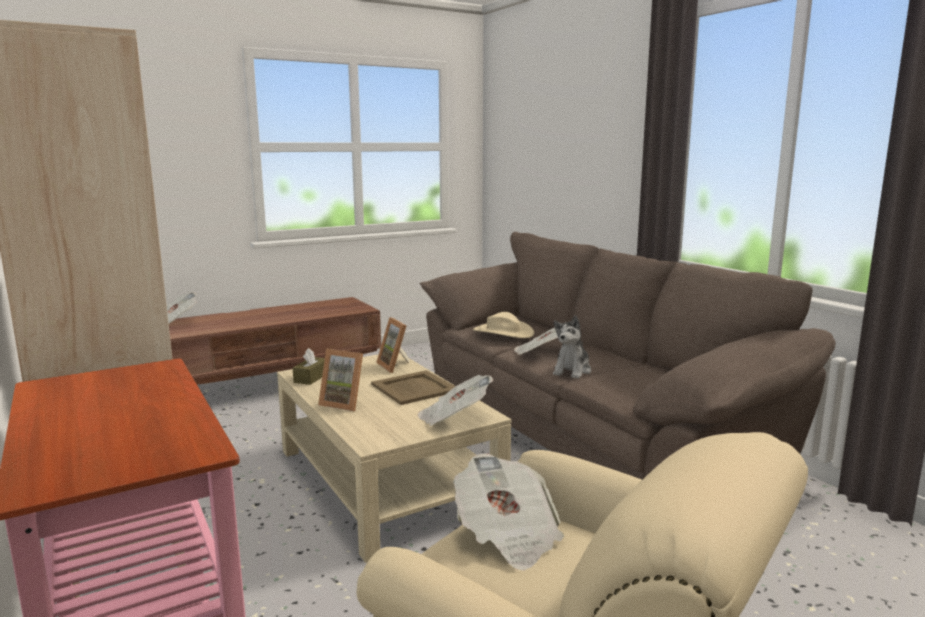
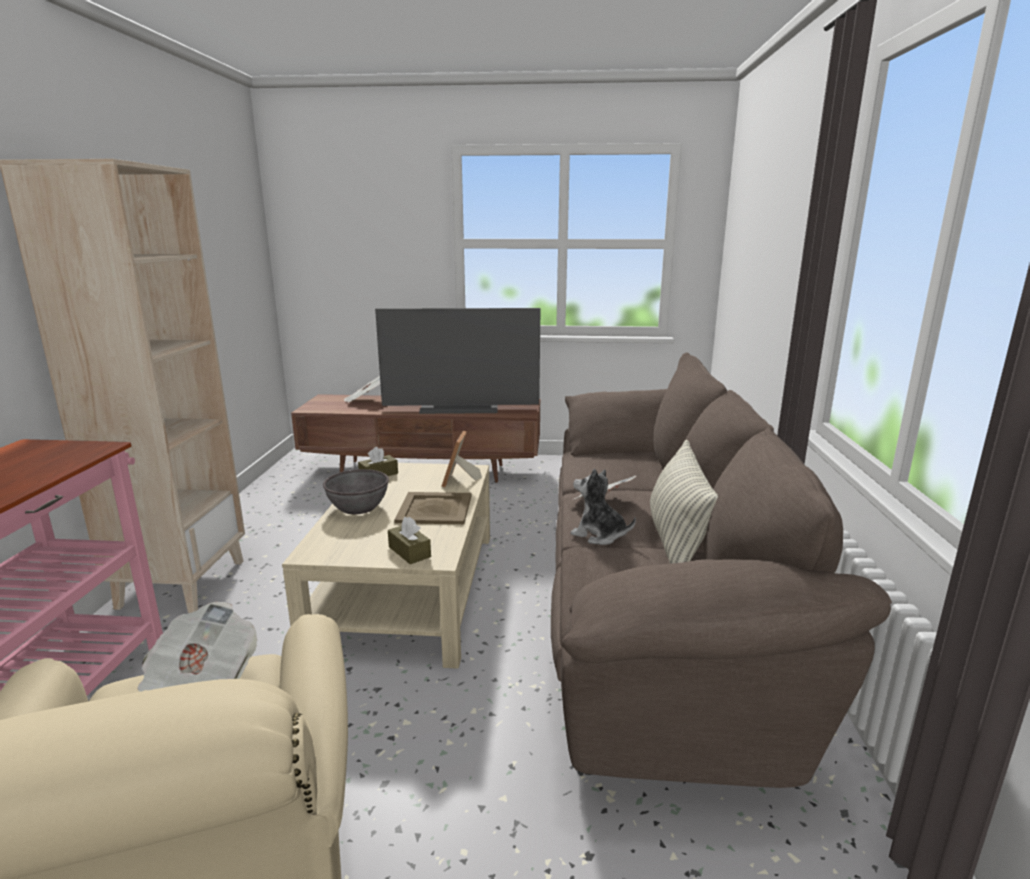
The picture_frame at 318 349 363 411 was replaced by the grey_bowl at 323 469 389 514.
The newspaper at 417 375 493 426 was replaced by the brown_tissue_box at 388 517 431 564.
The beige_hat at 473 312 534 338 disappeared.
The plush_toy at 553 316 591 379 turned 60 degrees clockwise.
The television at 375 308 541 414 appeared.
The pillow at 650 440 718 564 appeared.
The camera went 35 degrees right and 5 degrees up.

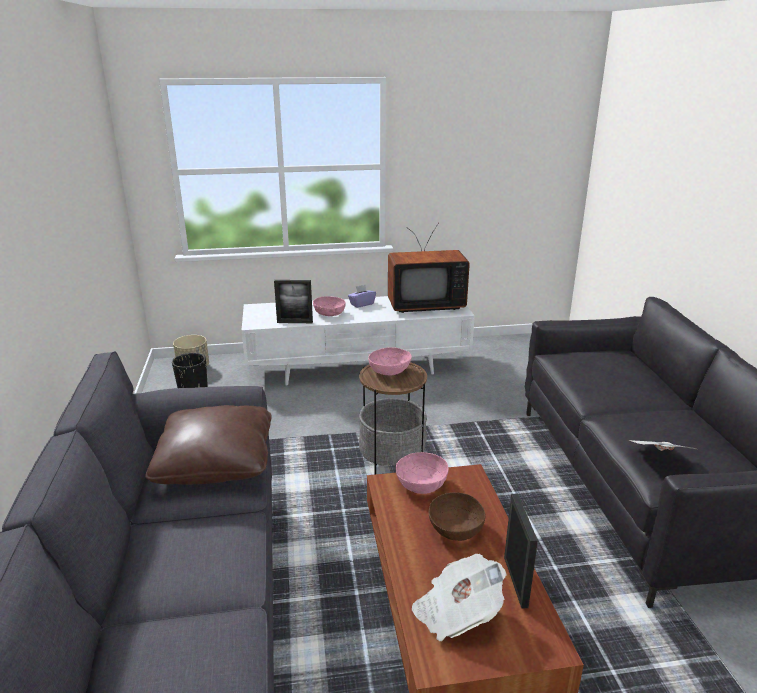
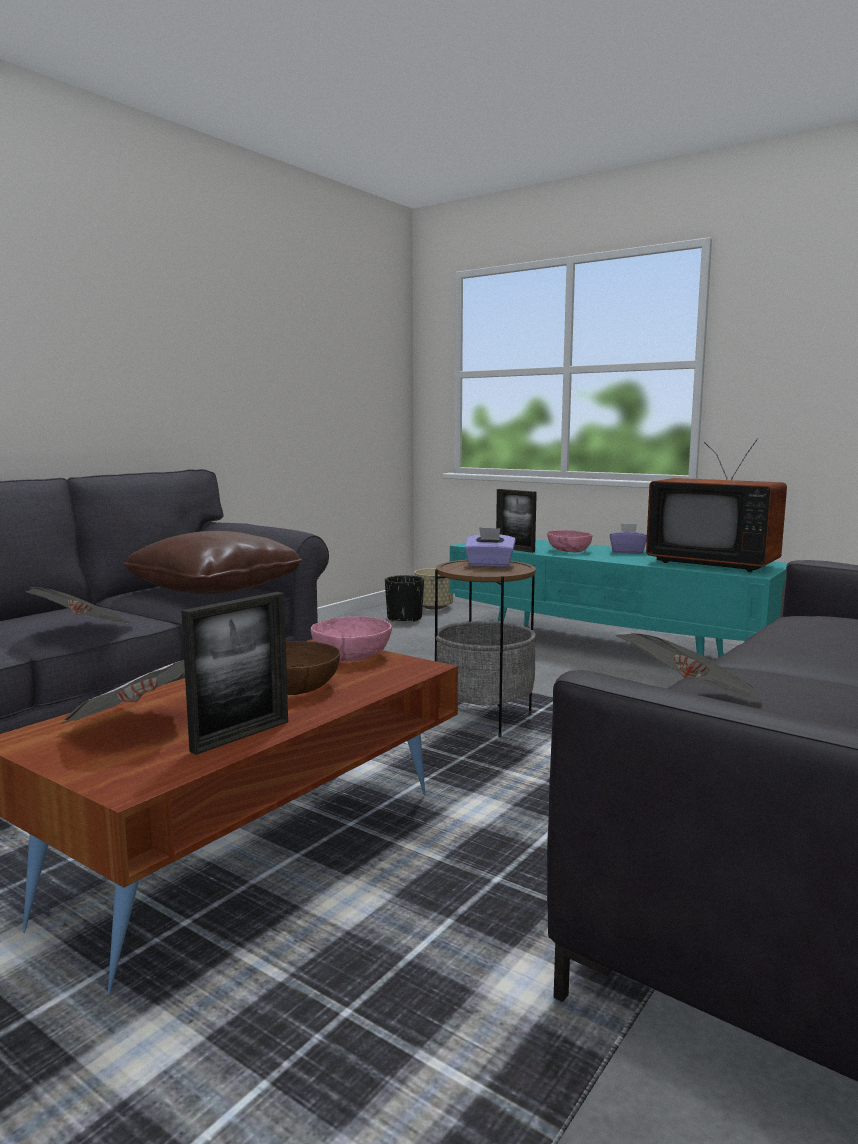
The white_tv_stand at 242 296 475 386 became the turquoise_tv_stand at 449 540 788 657.
The pink_bowl at 368 347 412 376 was replaced by the purple_tissue_box at 465 527 516 567.
The newspaper at 26 587 135 623 appeared.
The camera went 45 degrees right and 15 degrees down.

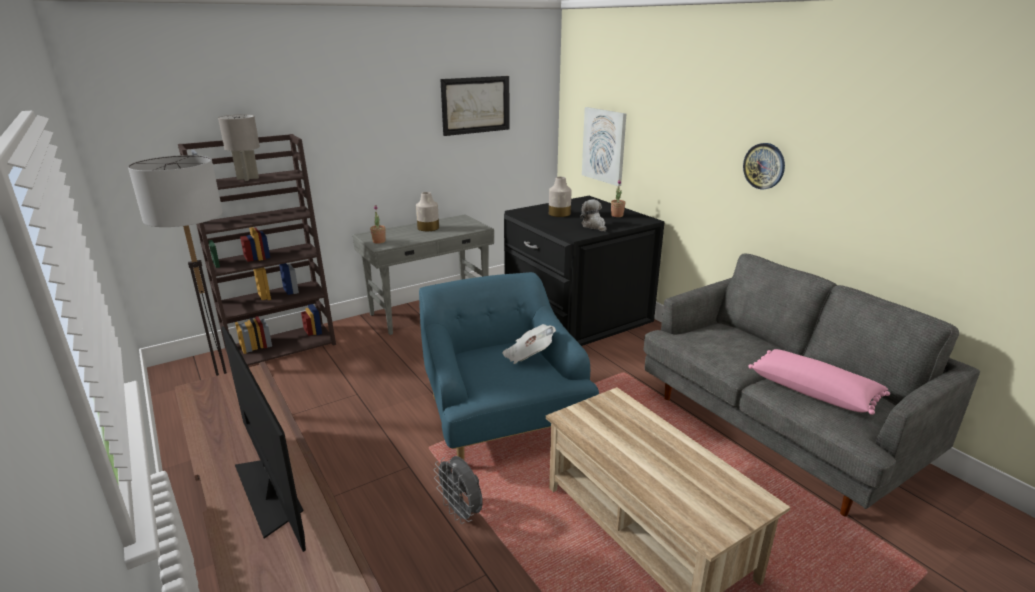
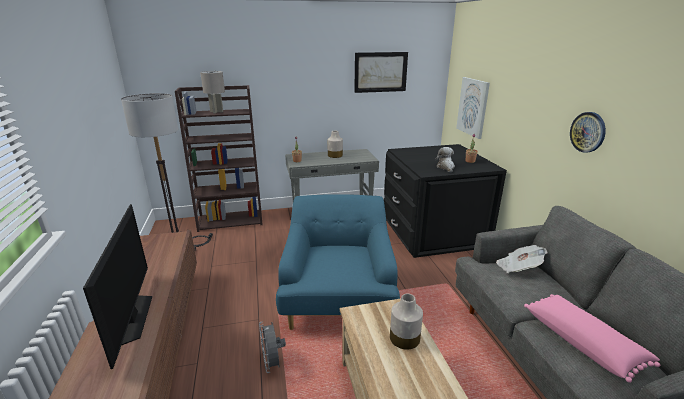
The newspaper moved from 502 324 556 364 to 496 245 548 273.
The beige_vase moved from 549 177 572 217 to 390 294 423 350.
The camera went 20 degrees right and 0 degrees up.

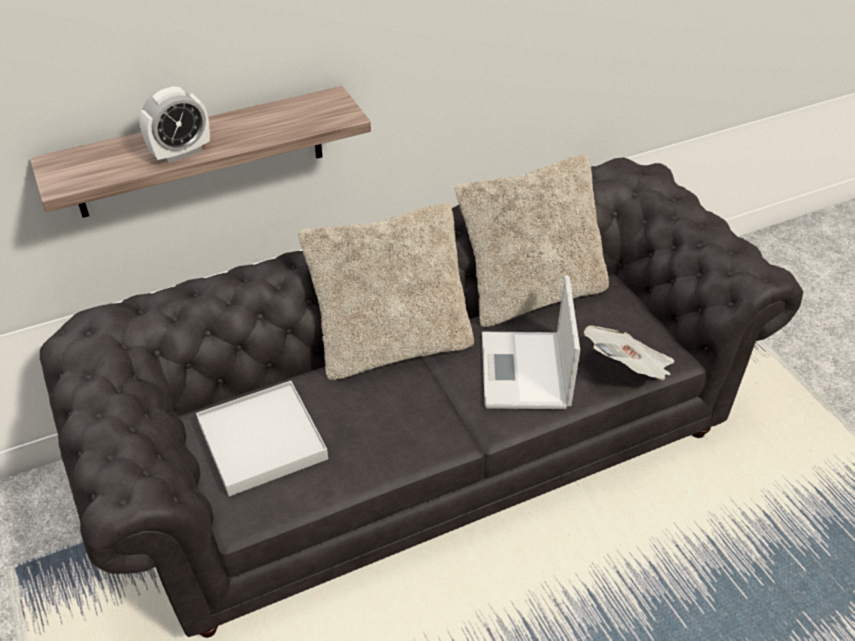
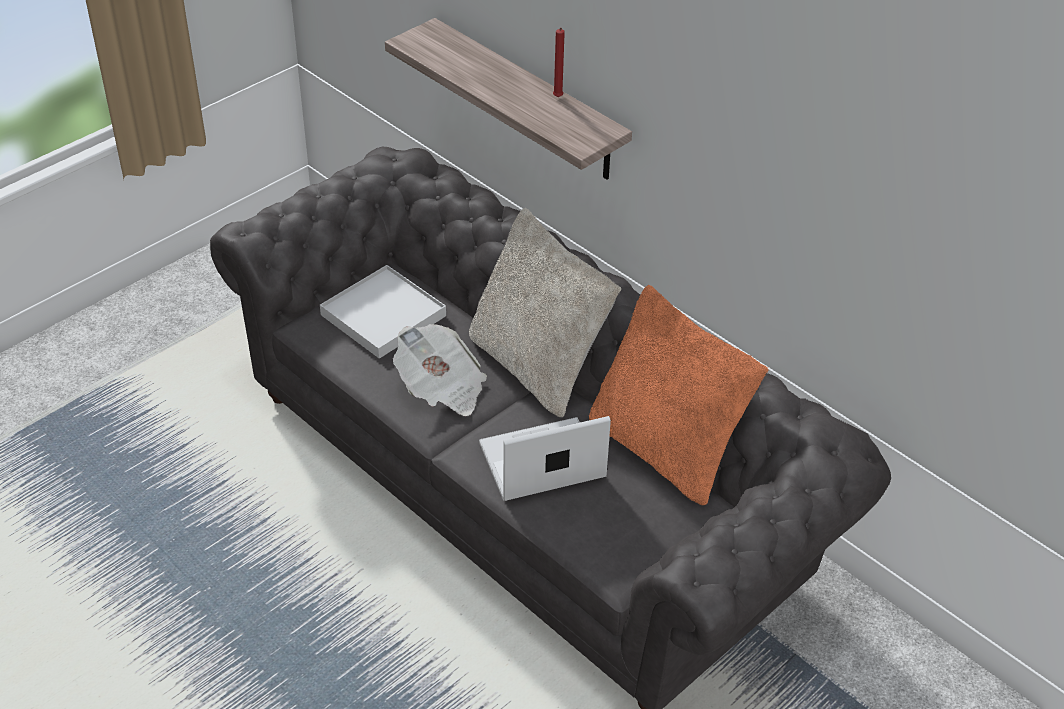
The alarm_clock at 139 86 210 163 disappeared.
The beige_pillow at 455 154 609 327 became the orange_pillow at 589 285 769 506.
The newspaper moved from 584 325 675 380 to 393 324 487 416.
The red_candle at 553 28 565 97 appeared.
The camera went 70 degrees right and 0 degrees up.

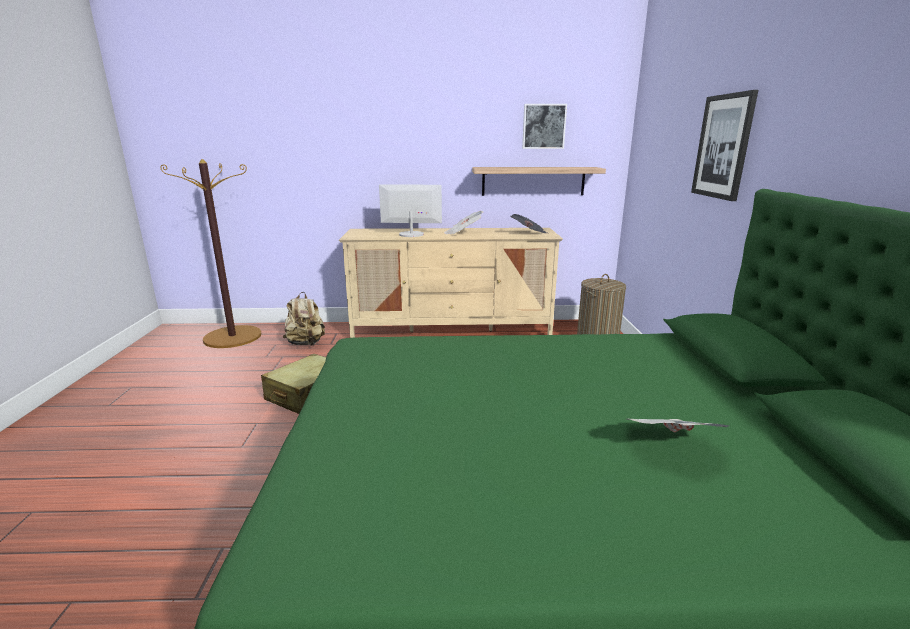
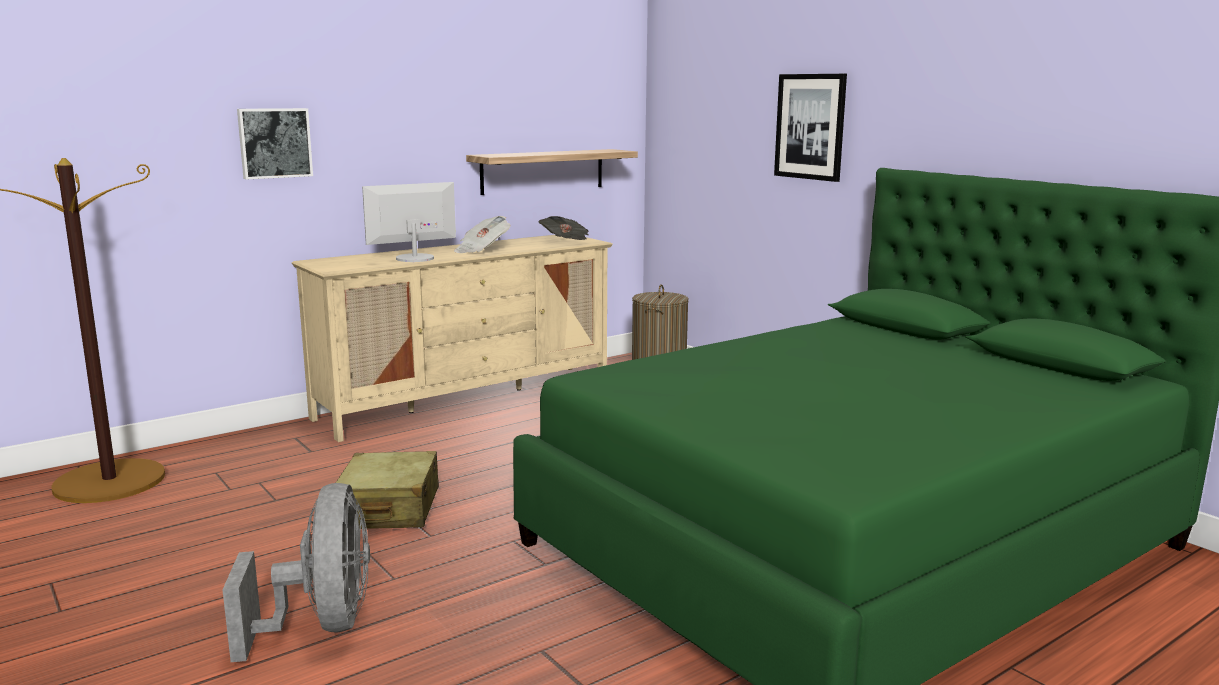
The beige_backpack at 283 292 325 346 disappeared.
The picture moved from 522 104 567 149 to 237 108 313 179.
The newspaper at 627 419 729 432 disappeared.
The grey_fan at 222 483 370 662 appeared.
The camera went 35 degrees left and 5 degrees down.

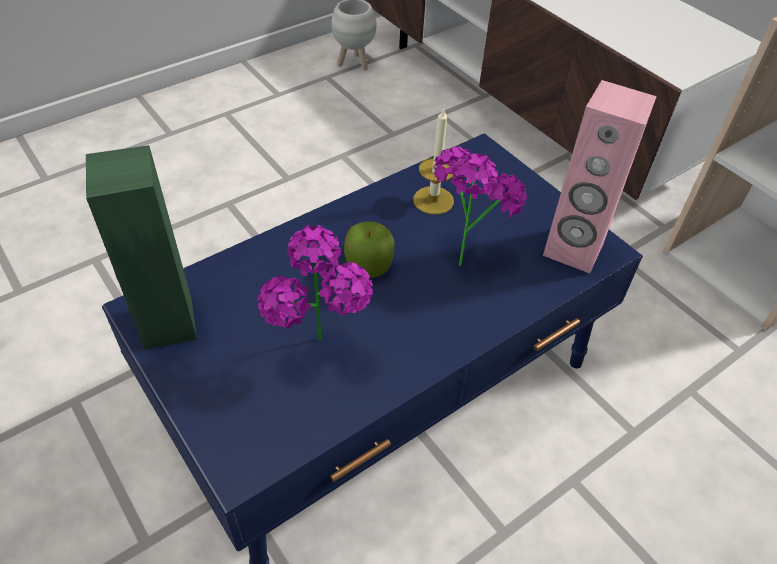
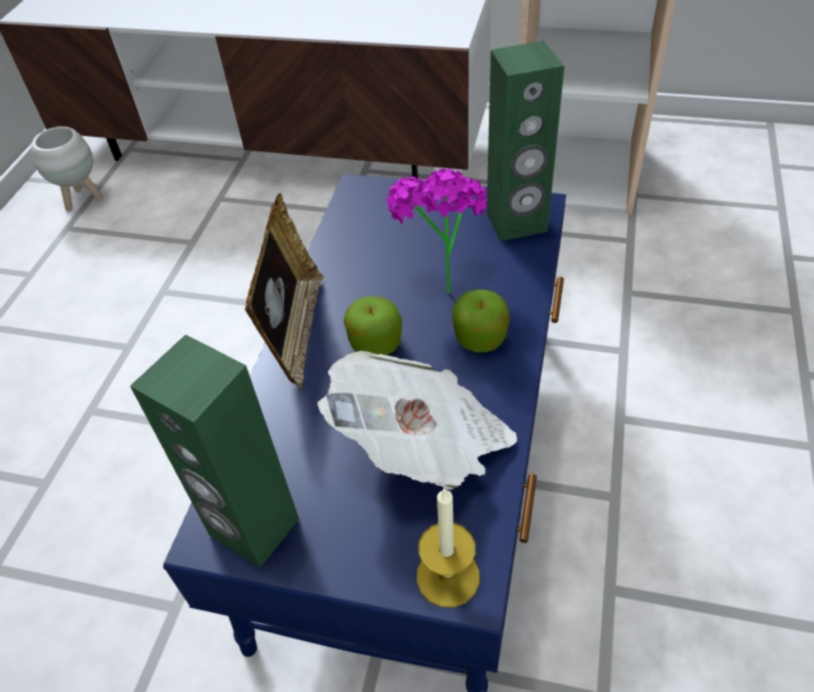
The potted_plant at 257 225 373 340 was replaced by the newspaper at 317 351 517 490.
The candle moved from 413 108 454 215 to 417 487 480 607.
The pink_speaker at 543 80 657 273 became the green_speaker at 487 41 565 241.
The picture_frame at 245 193 324 389 appeared.
The apple at 452 290 510 352 appeared.
The camera went 35 degrees left and 0 degrees up.

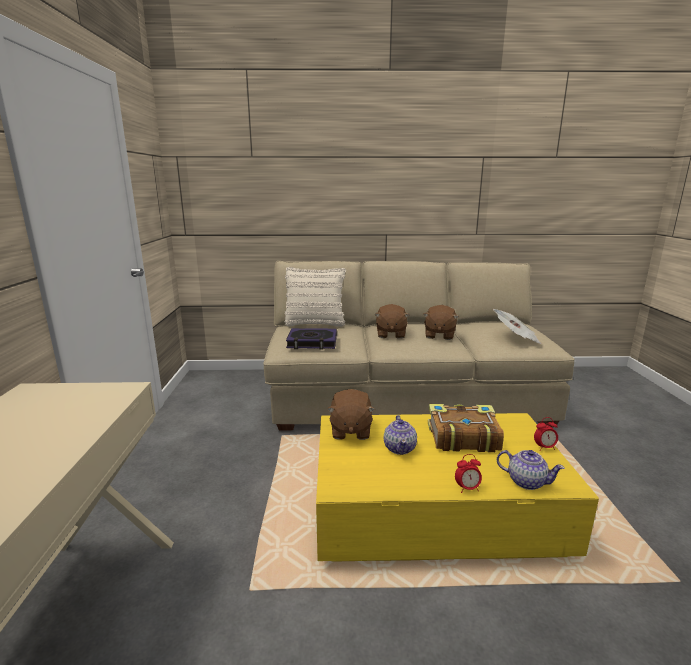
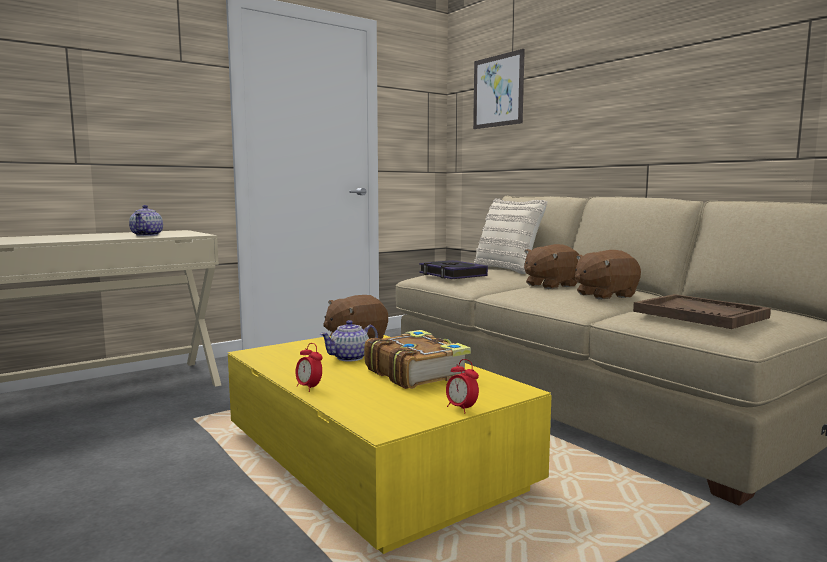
The newspaper at 493 309 541 344 was replaced by the brown_tray at 633 294 771 329.
The teapot moved from 497 450 565 490 to 129 205 163 236.
The picture at 473 49 525 129 appeared.
The camera went 55 degrees right and 10 degrees down.

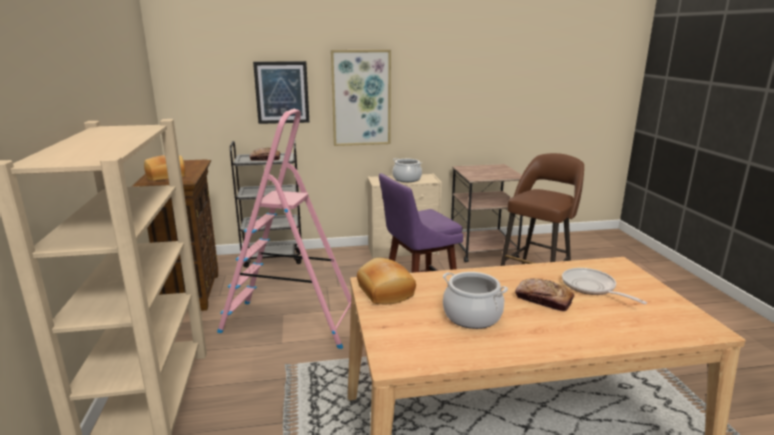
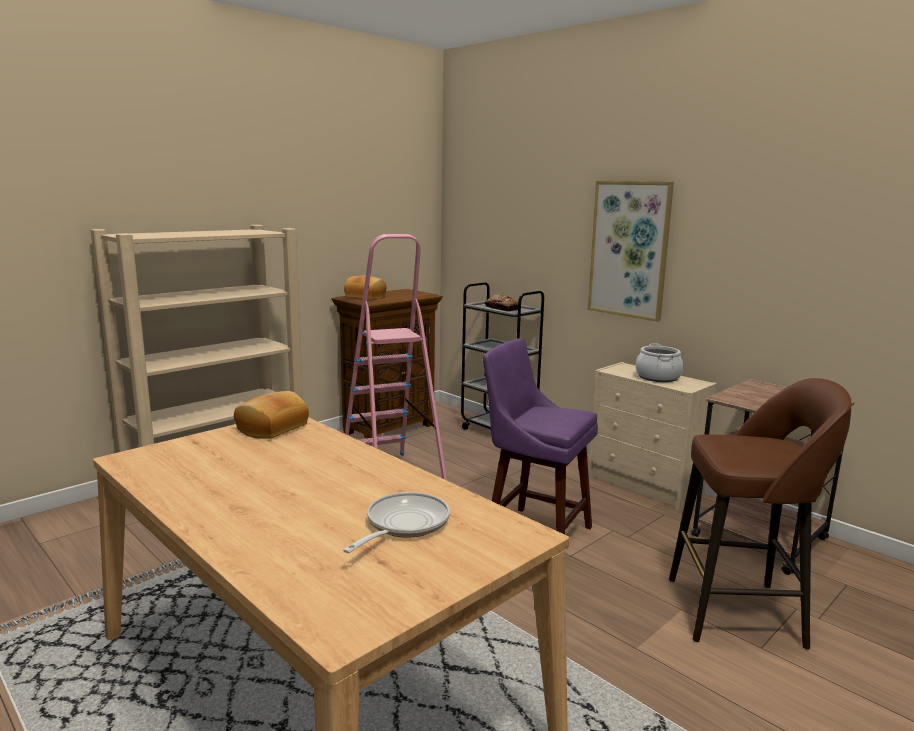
The picture at 253 61 309 124 disappeared.
The cooking_pot at 443 272 508 329 disappeared.
The bread at 515 278 574 311 disappeared.
The camera went 55 degrees right and 5 degrees down.

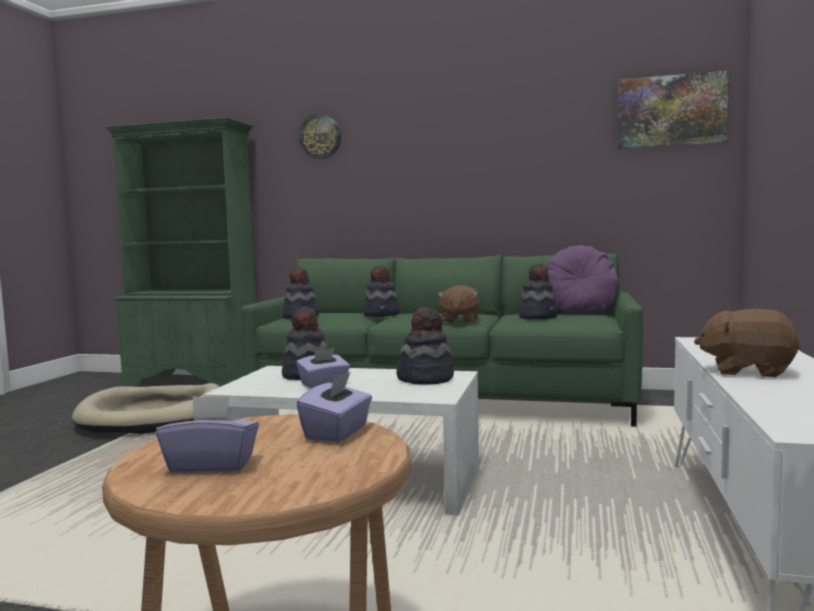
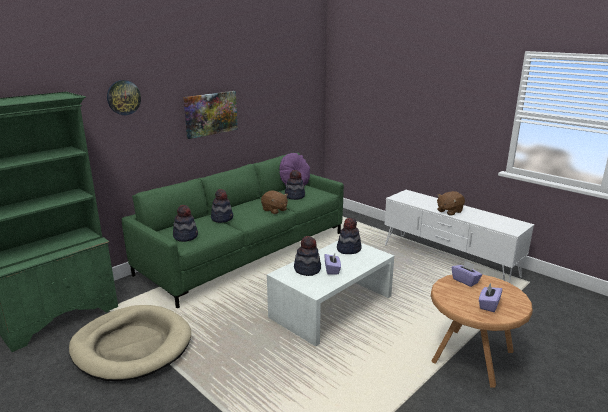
The picture moved from 618 71 729 149 to 183 91 238 139.
The camera went 60 degrees left and 15 degrees up.

